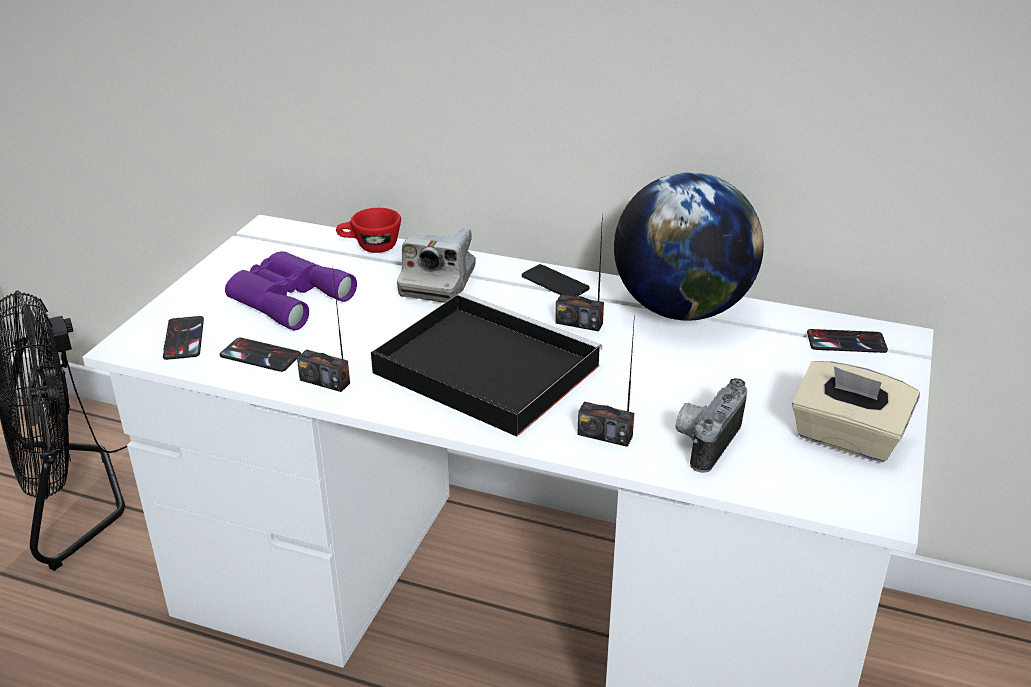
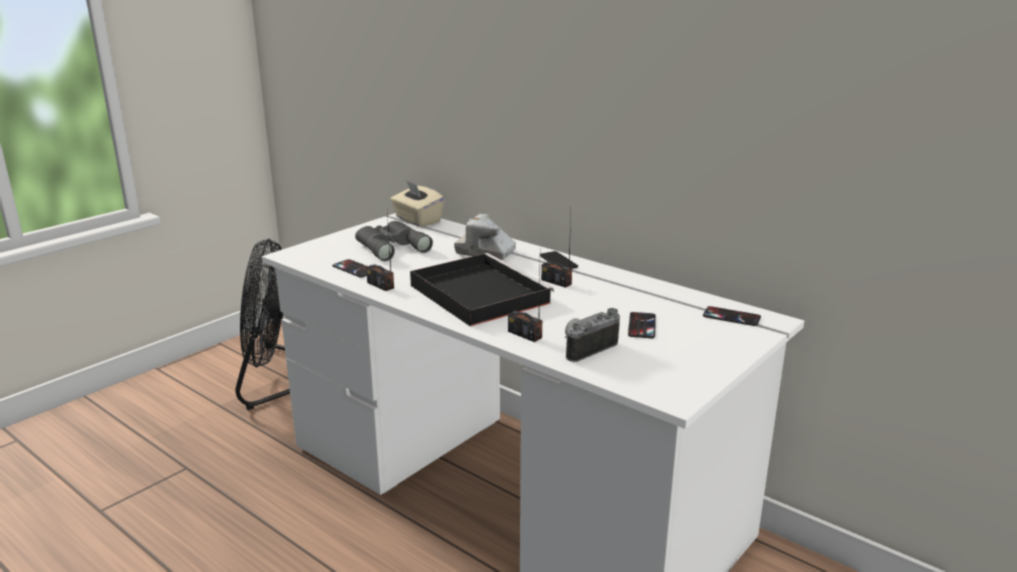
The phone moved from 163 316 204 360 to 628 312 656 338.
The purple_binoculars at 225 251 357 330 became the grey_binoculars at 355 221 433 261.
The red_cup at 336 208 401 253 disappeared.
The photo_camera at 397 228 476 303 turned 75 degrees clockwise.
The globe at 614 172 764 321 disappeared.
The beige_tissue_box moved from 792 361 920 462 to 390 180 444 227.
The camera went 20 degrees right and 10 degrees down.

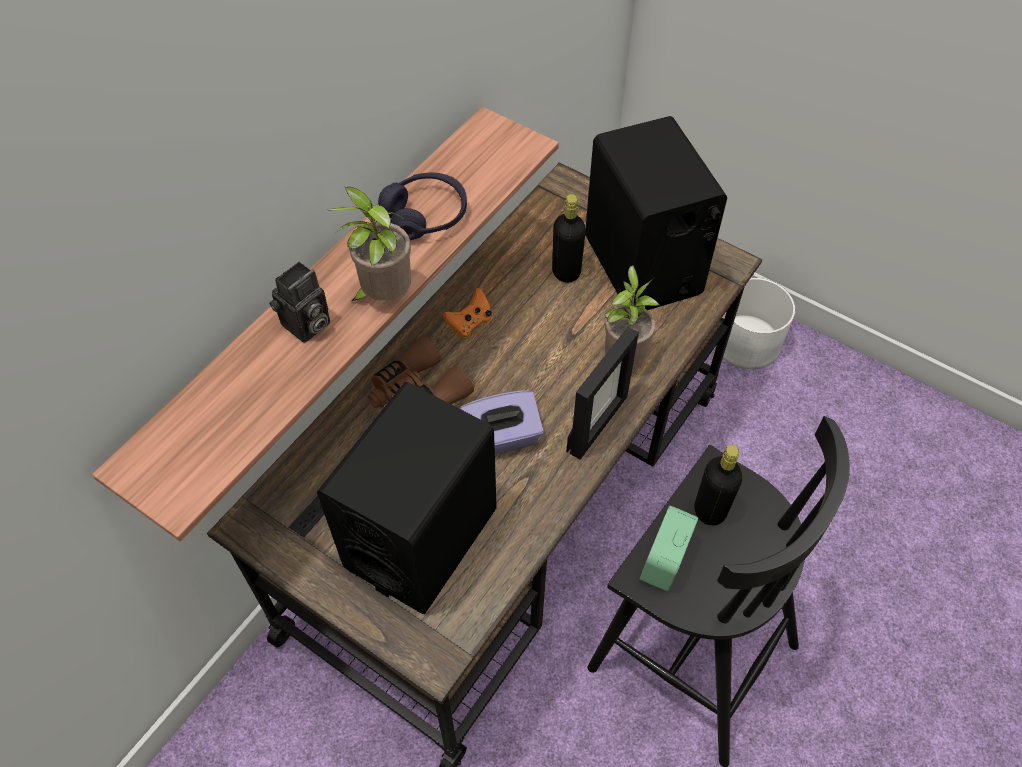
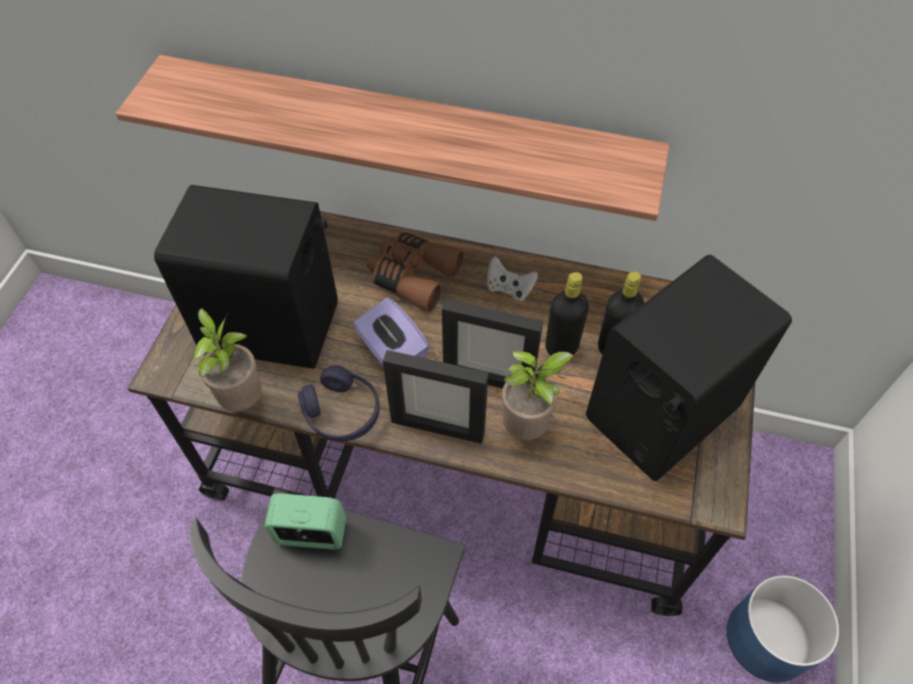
The photo_camera at 269 261 330 343 disappeared.
The potted_plant moved from 326 187 411 302 to 193 308 262 411.
The purple_headphones moved from 378 173 467 240 to 298 365 380 442.
The orange_game_controller at 442 288 492 338 became the white_game_controller at 487 256 538 302.
The black_bottle moved from 695 445 742 526 to 545 272 589 355.
The white_planter at 715 278 795 369 became the blue_planter at 727 575 839 682.
The picture_frame at 442 299 543 388 appeared.
The camera went 70 degrees right and 0 degrees up.

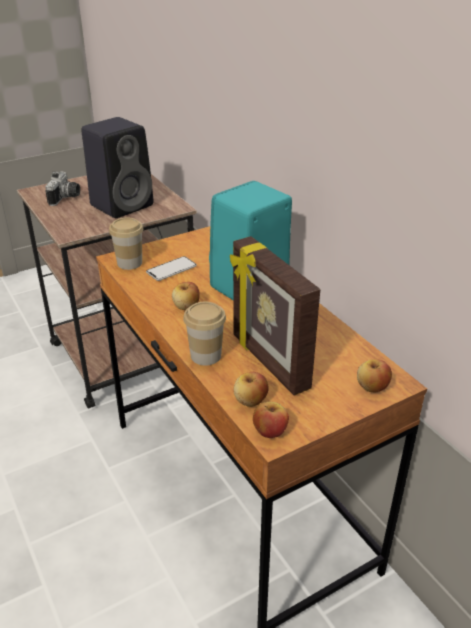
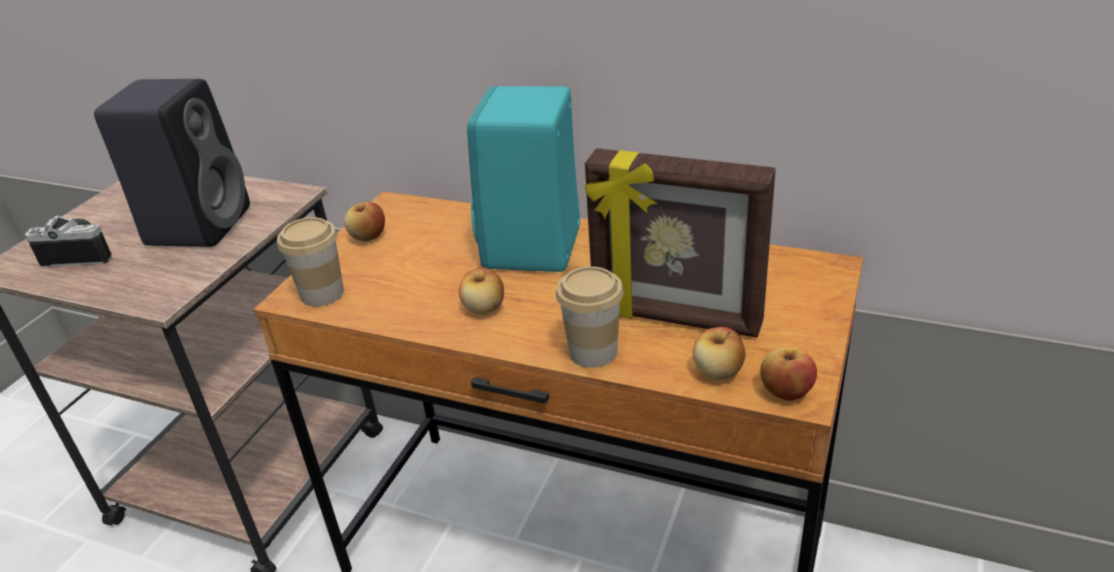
The photo_camera at 45 171 80 206 turned 60 degrees counterclockwise.
The phone at 146 256 197 281 disappeared.
The apple moved from 357 359 392 392 to 344 202 385 242.
The camera went 35 degrees left and 0 degrees up.

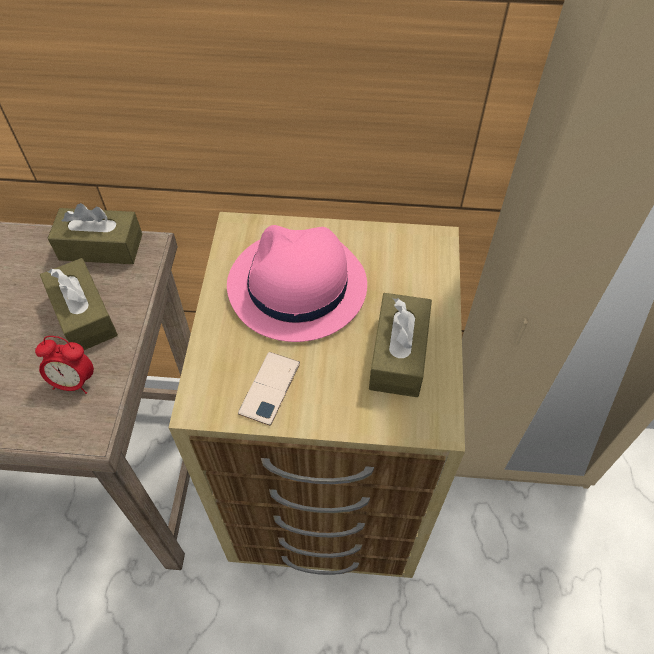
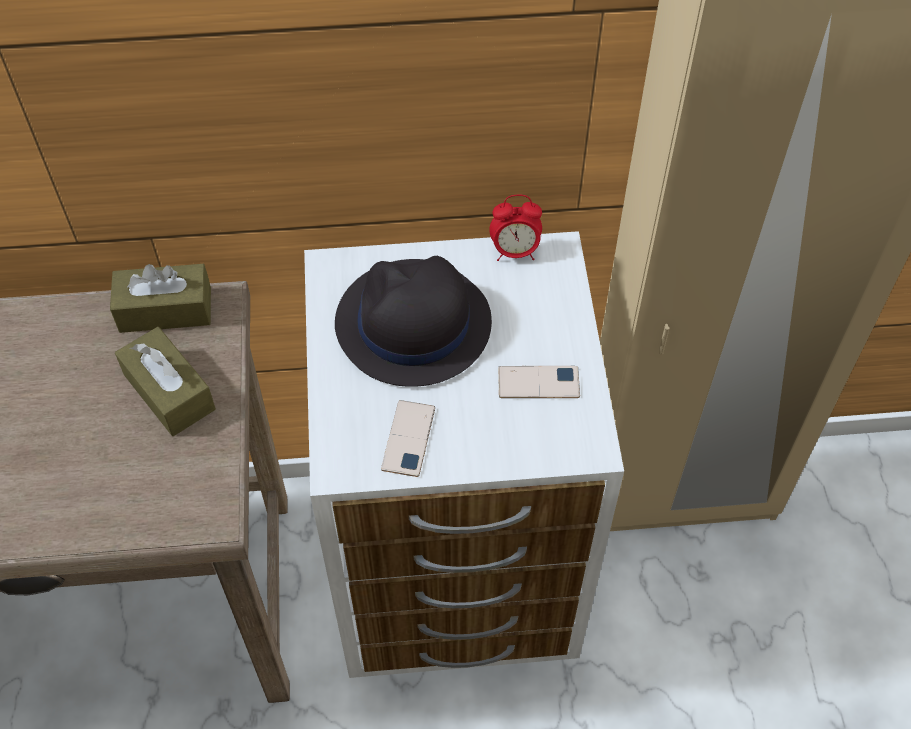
The alarm_clock moved from 35 336 94 394 to 489 195 542 261.
The brown_dresser at 169 212 465 578 became the white_dresser at 304 231 624 678.
The pink_hat at 227 225 367 342 became the black_hat at 335 256 492 387.
The brown_tissue_box at 369 293 432 397 was replaced by the phone at 498 366 580 398.
The camera went 10 degrees left and 0 degrees up.

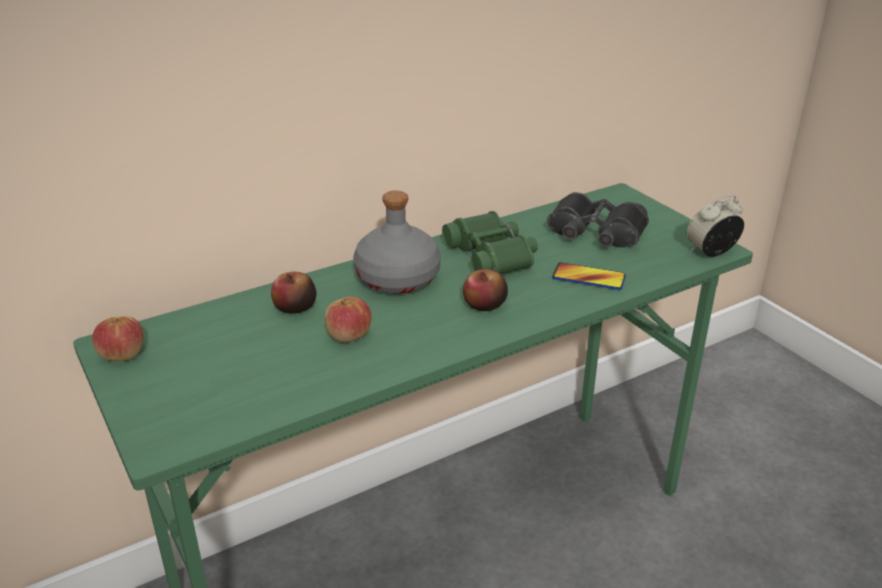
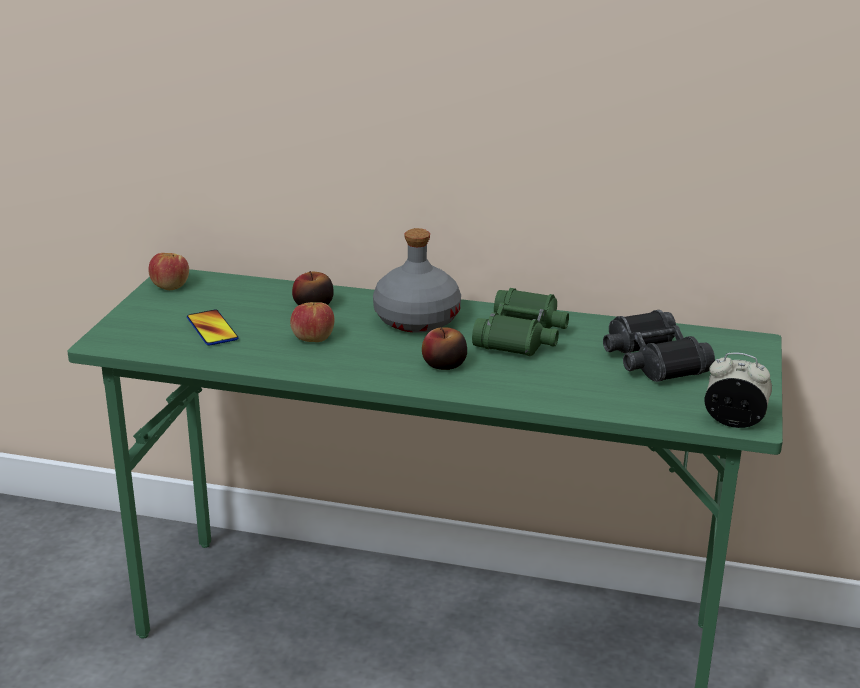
The phone moved from 552 262 626 290 to 187 310 239 346.
The camera went 45 degrees right and 5 degrees down.

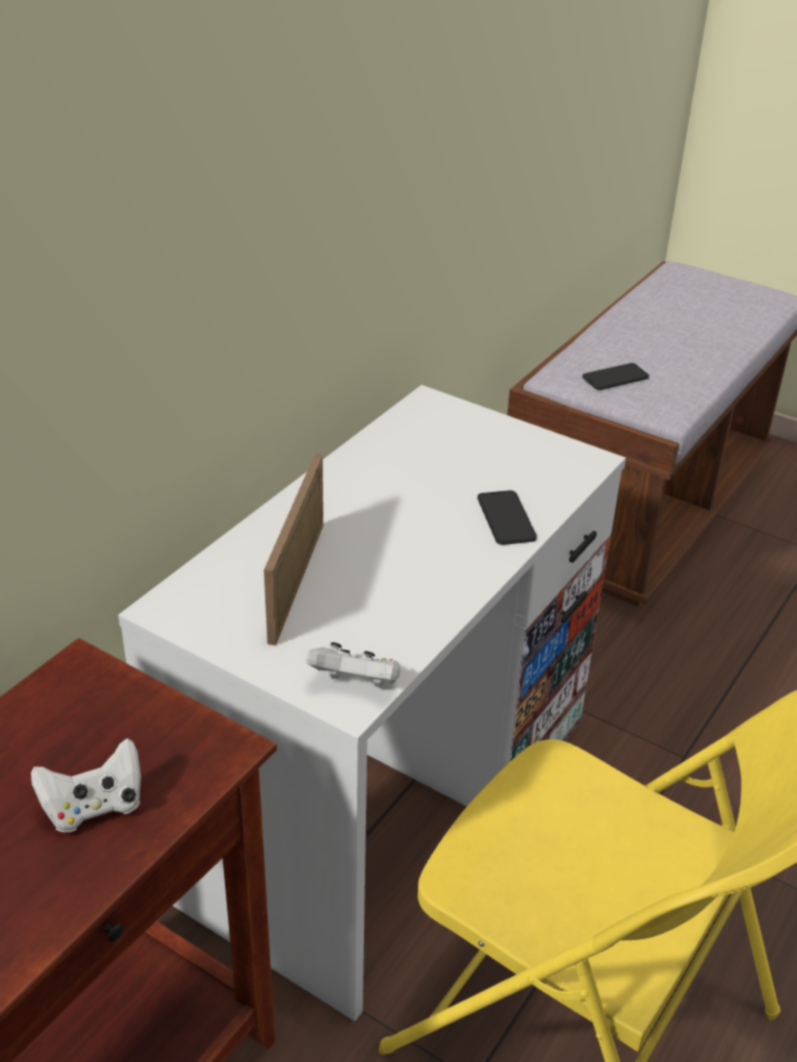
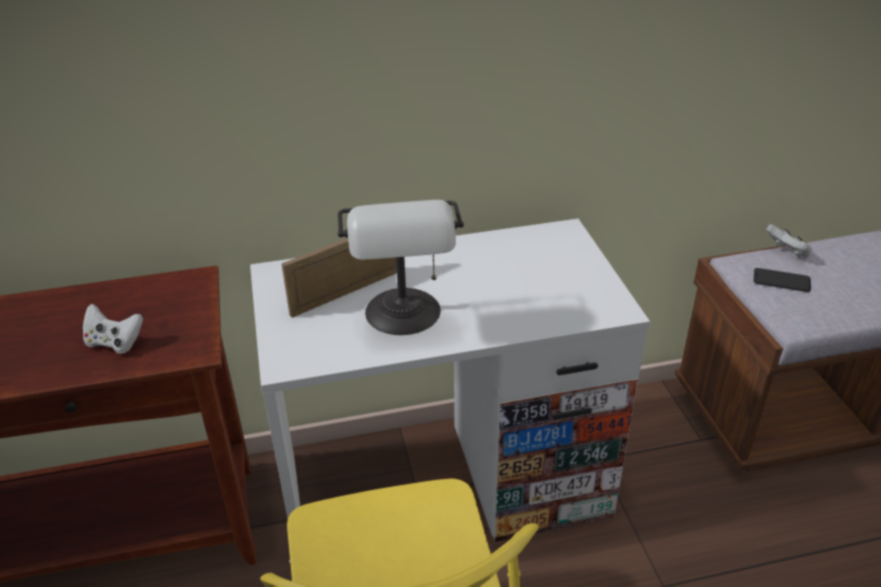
The white_game_controller moved from 307 642 401 688 to 766 224 812 258.
The phone at 477 490 537 545 disappeared.
The table_lamp at 338 200 464 335 appeared.
The camera went 45 degrees right and 0 degrees up.

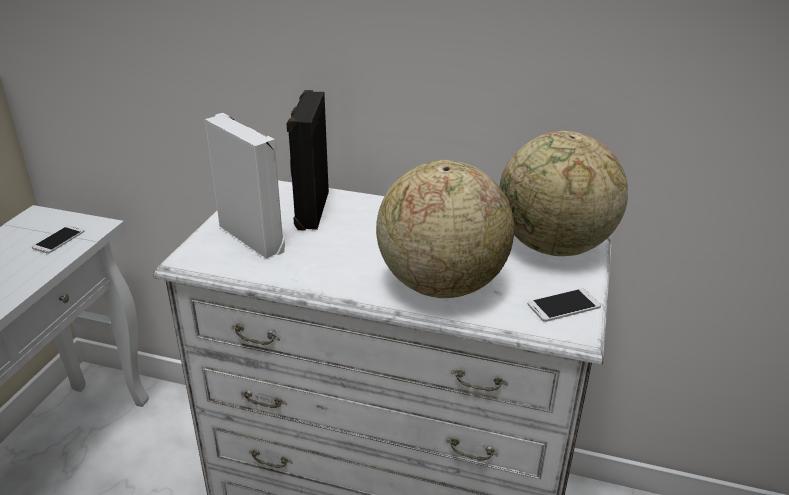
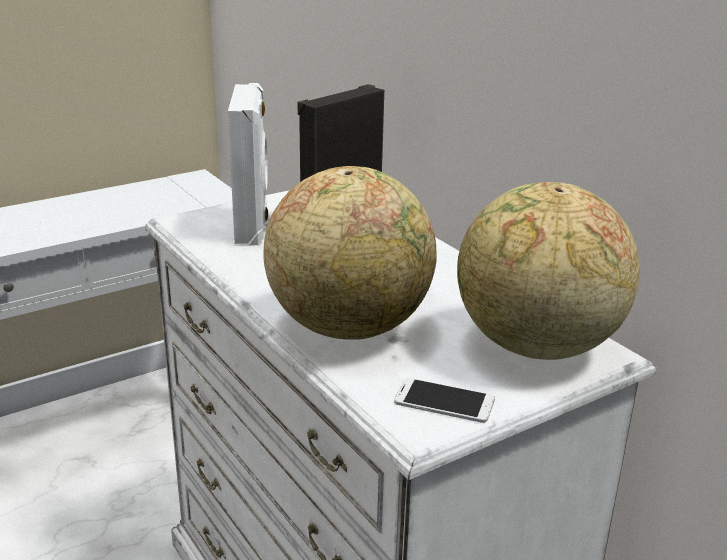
The phone at 32 225 84 254 disappeared.
The camera went 40 degrees right and 5 degrees down.

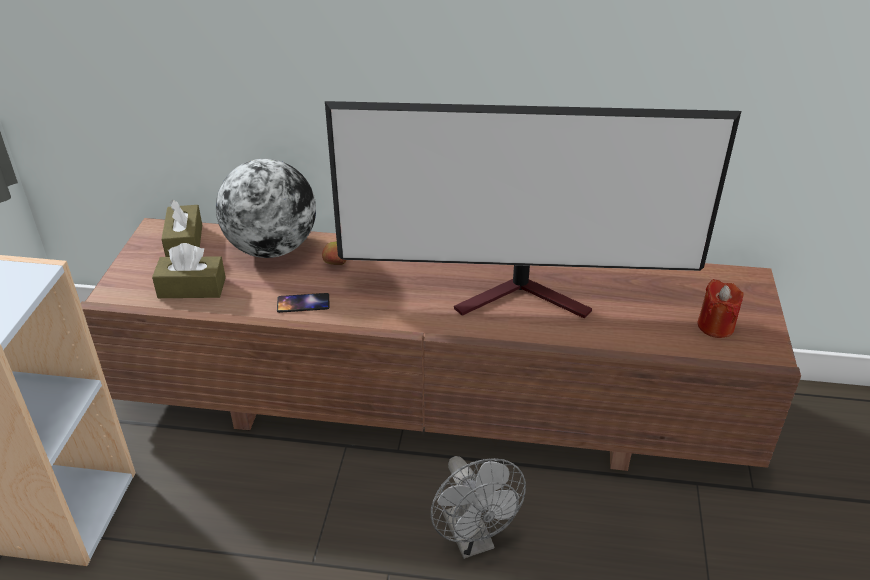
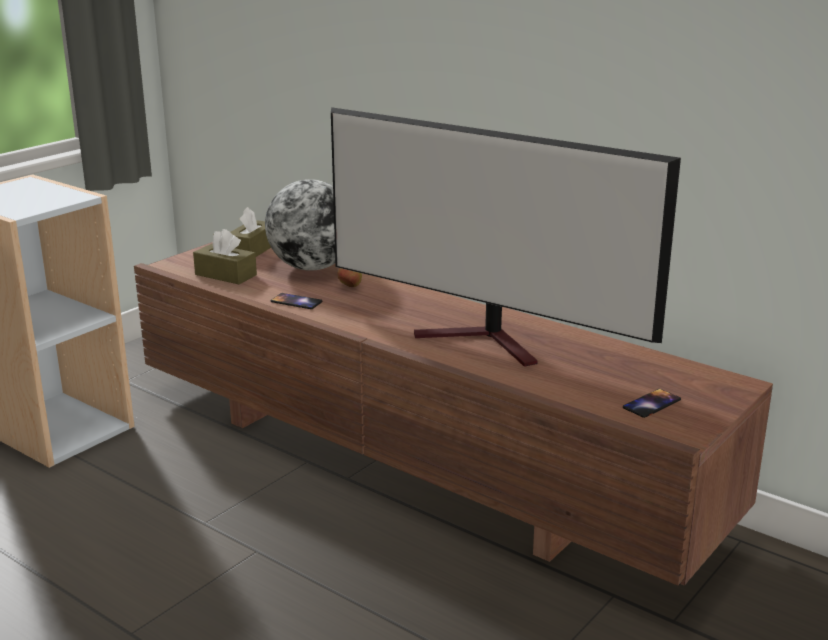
The grey_fan at 431 456 526 559 disappeared.
The red_candle at 698 279 744 338 was replaced by the phone at 623 389 681 418.
The camera went 30 degrees right and 15 degrees down.

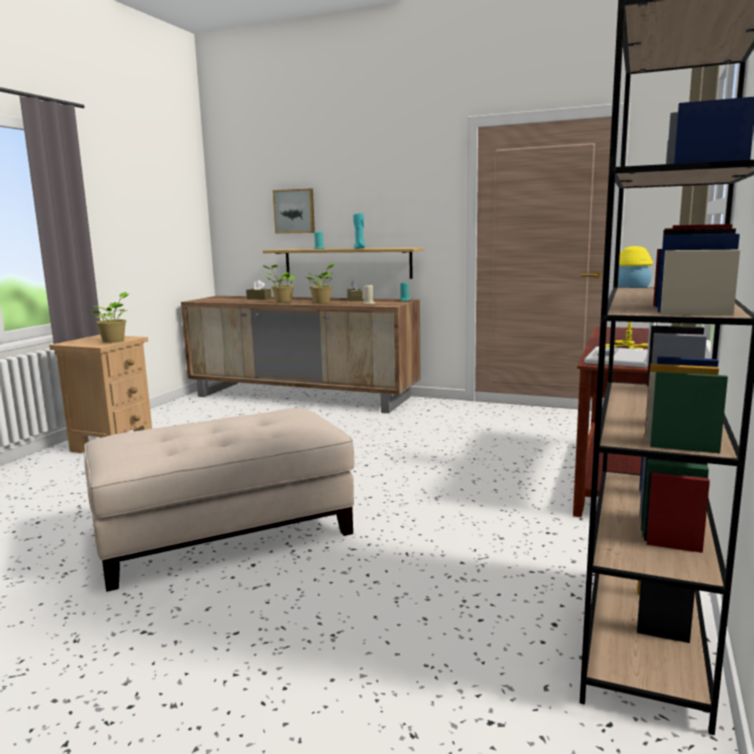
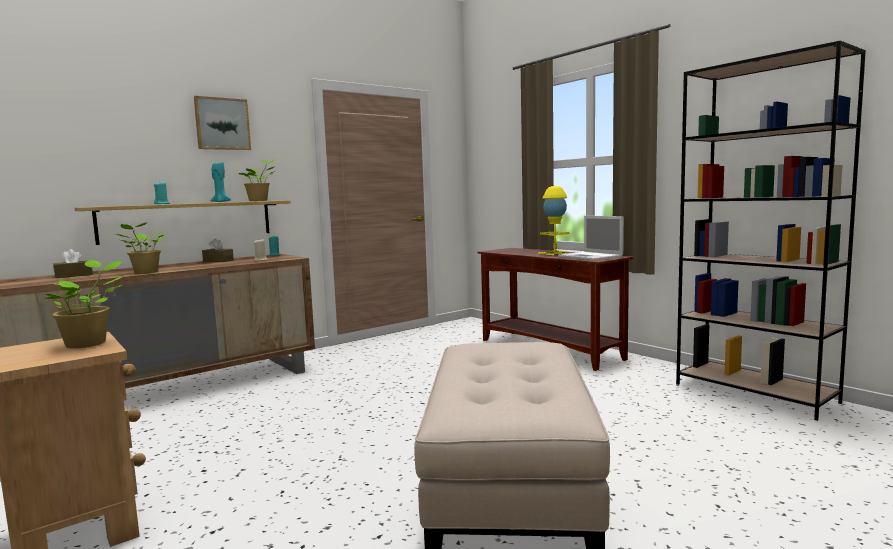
The picture moved from 273 188 315 234 to 194 96 251 150.
The potted_plant moved from 306 263 334 304 to 239 159 276 201.
The camera went 60 degrees left and 5 degrees down.

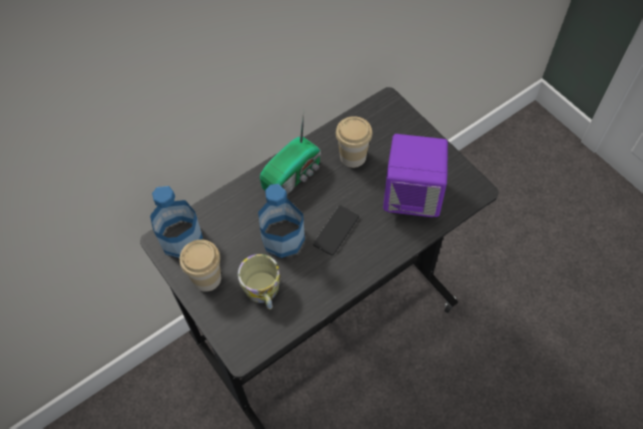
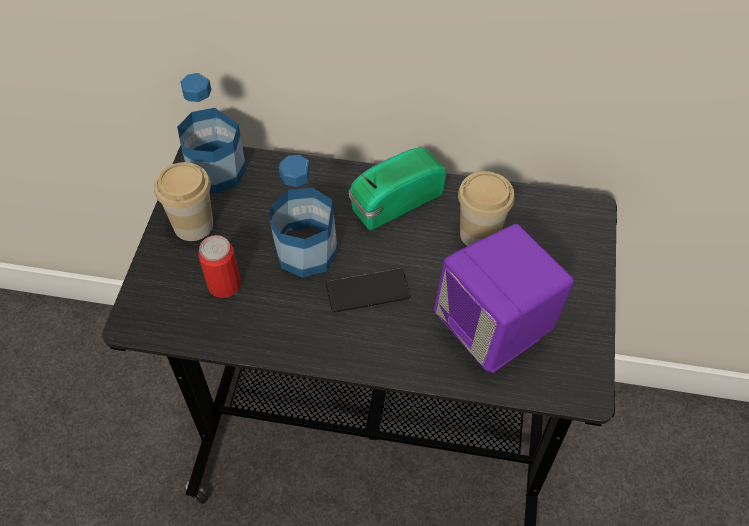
The mug at 238 254 280 310 was replaced by the can at 199 235 241 298.
The radio at 260 110 321 194 turned 150 degrees clockwise.
The camera went 45 degrees right and 5 degrees down.

